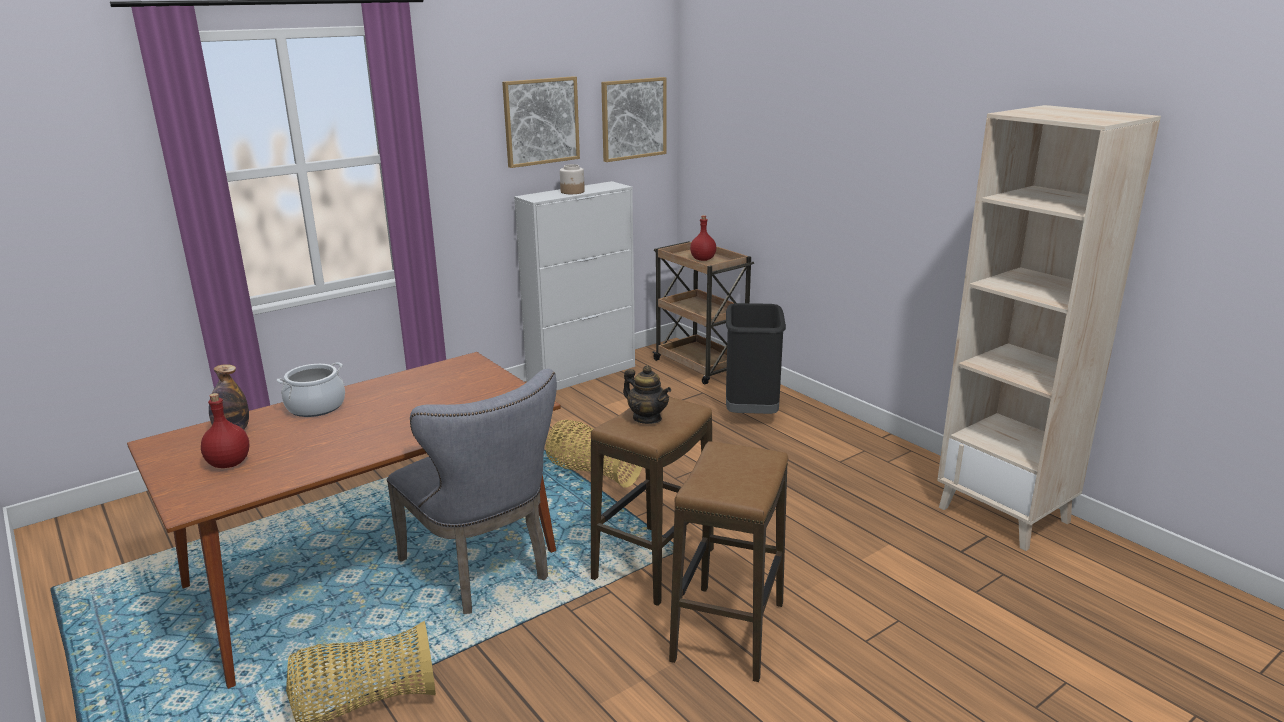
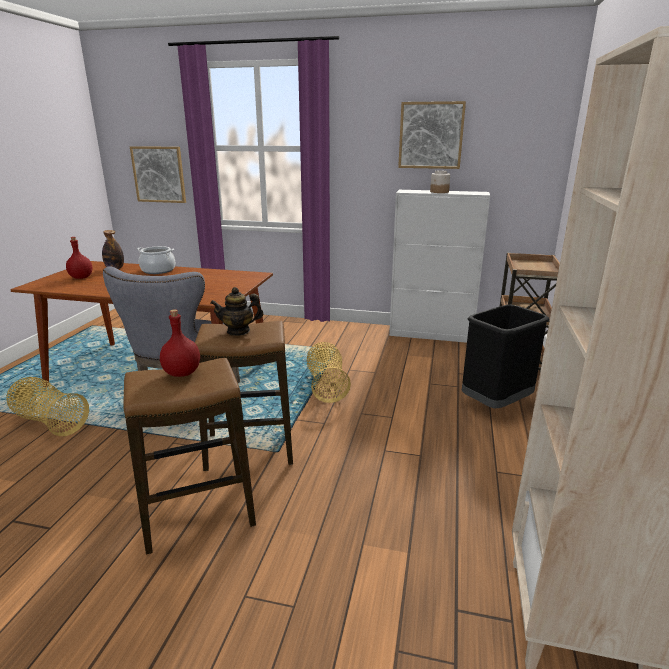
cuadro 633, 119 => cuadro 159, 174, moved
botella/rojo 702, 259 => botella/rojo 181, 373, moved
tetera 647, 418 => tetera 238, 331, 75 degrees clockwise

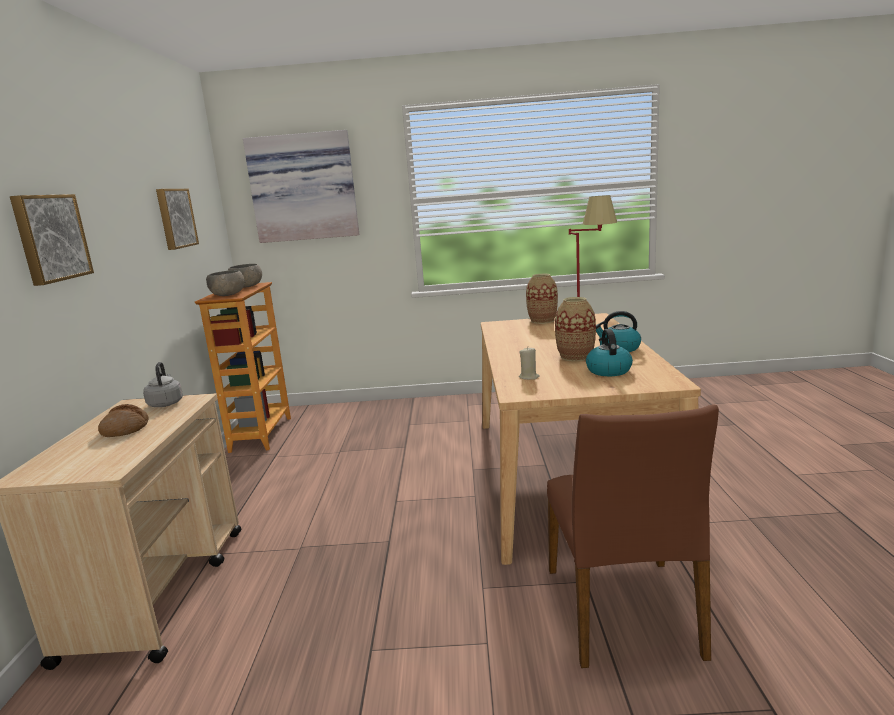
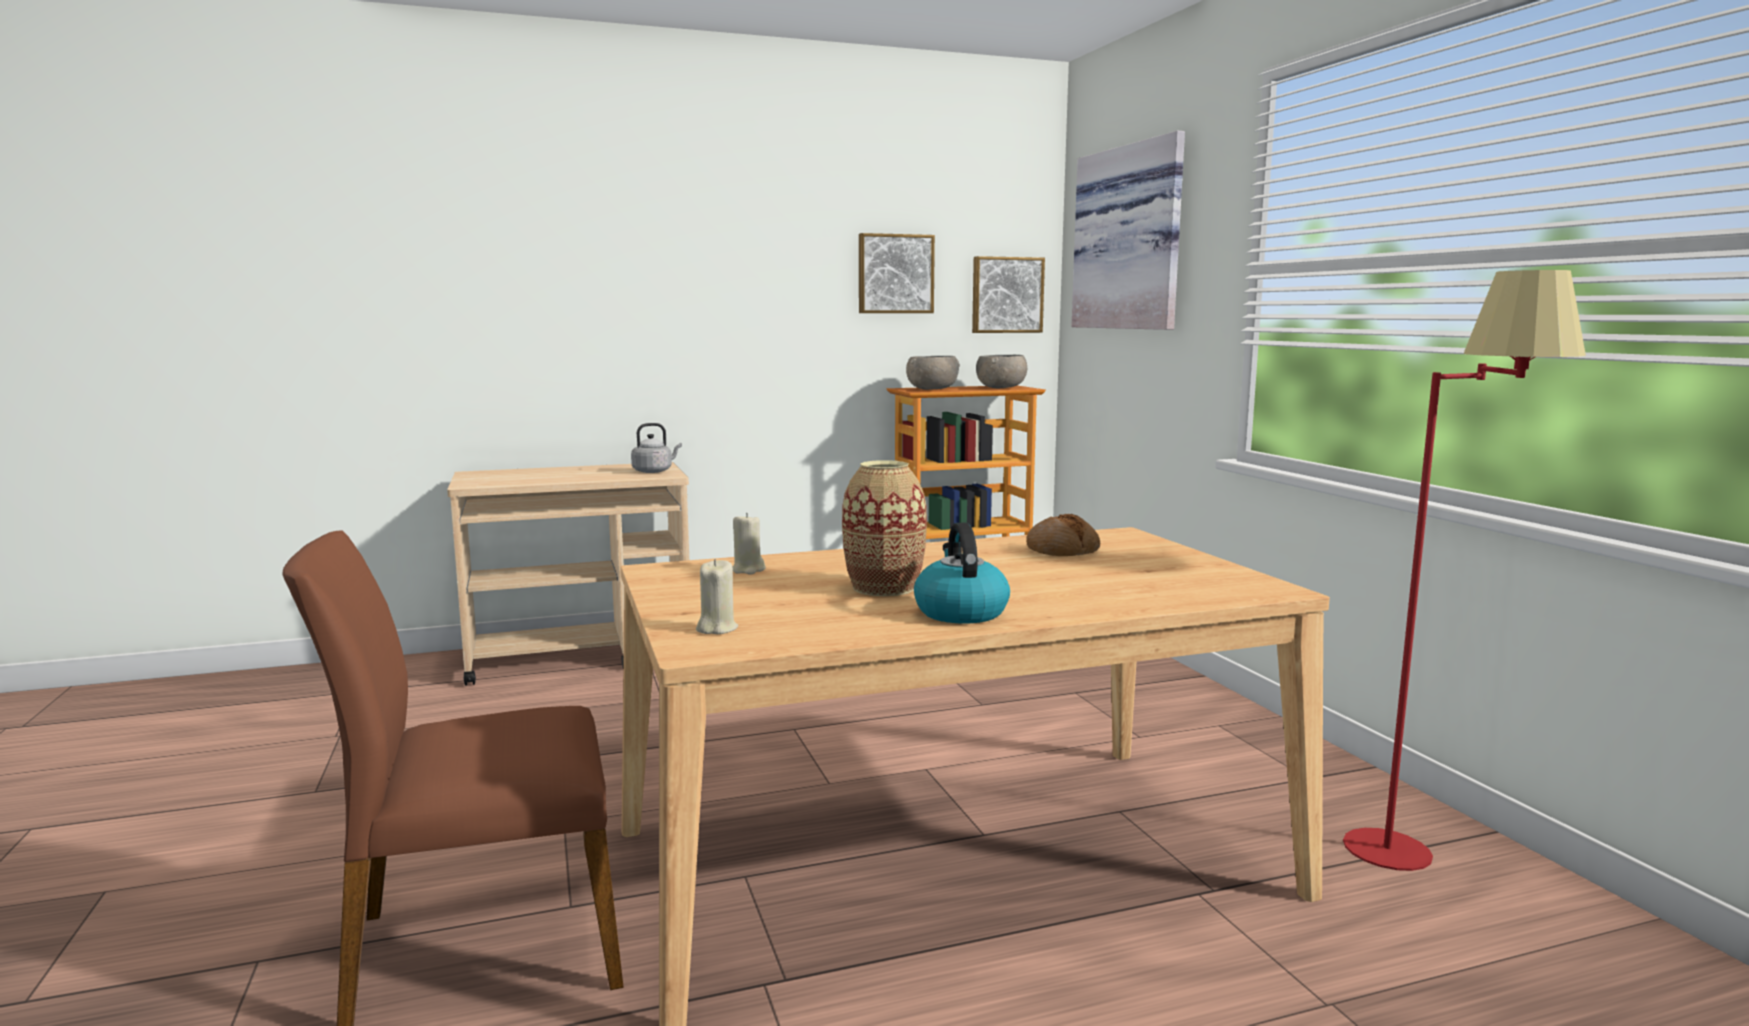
nothing => vela/beis 717, 628
cuadro 50, 238 => cuadro 1006, 295, moved
pan 125, 429 => pan 1062, 550, moved
florero 542, 321 => nothing
hervidor 608, 370 => nothing

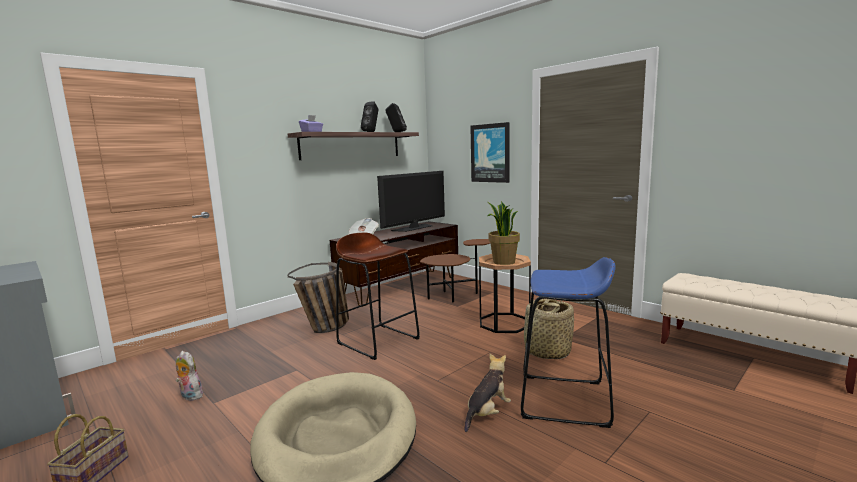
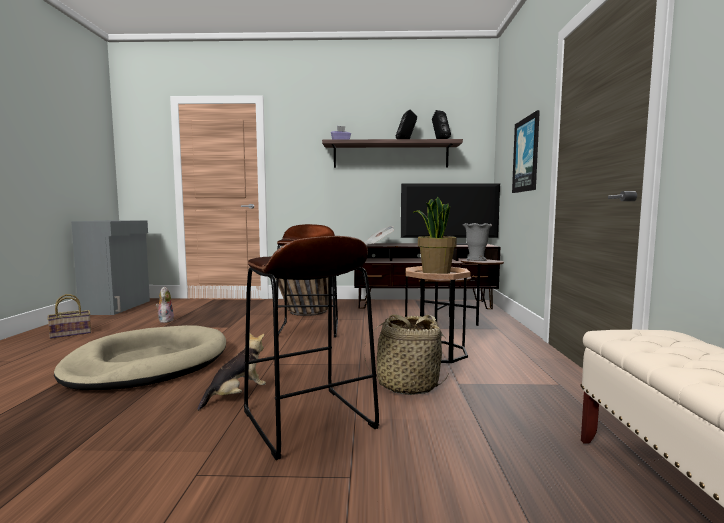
peluche 487, 413 => peluche 237, 395, 45 degrees counterclockwise
taburete/azul 564, 400 => taburete/marrón 308, 420
nothing => florero/gris 476, 260

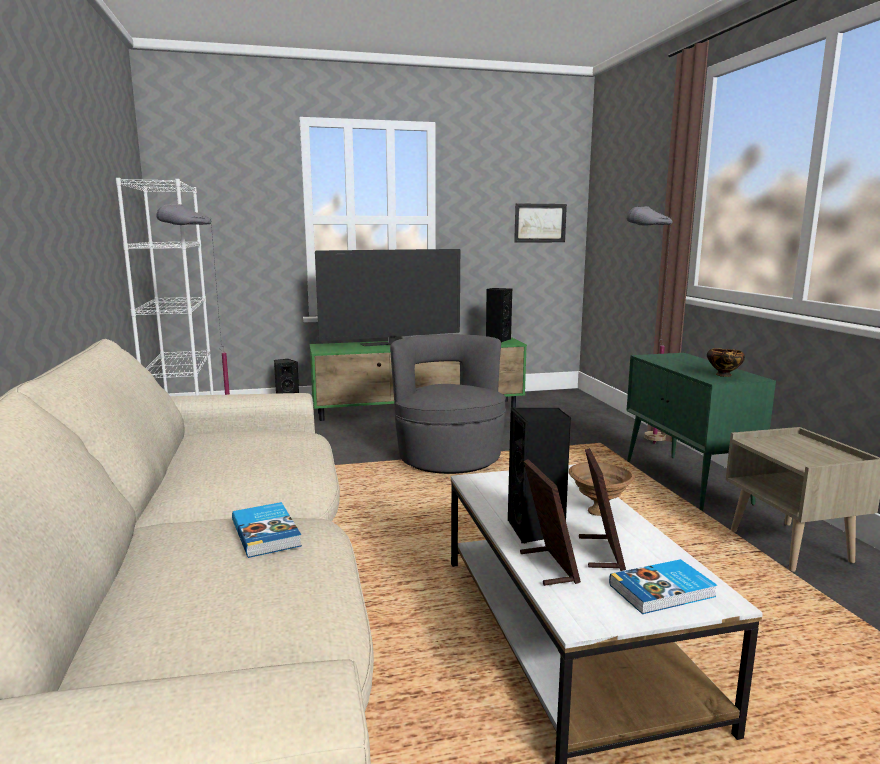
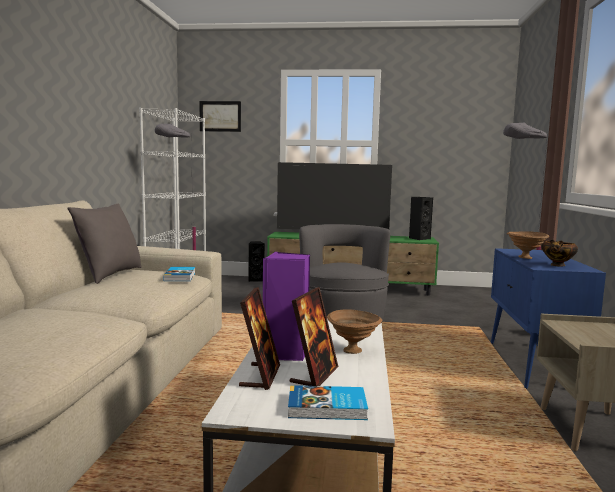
nothing => cojín/gris 109, 275
libro 267, 533 => libro 180, 276, moved
cuadro 540, 223 => cuadro 220, 116, moved
altavoz/negro 536, 530 => altavoz/morado 285, 354
armario/verde 686, 482 => armario/azul 533, 365
nothing => cuenco/marrón 526, 258

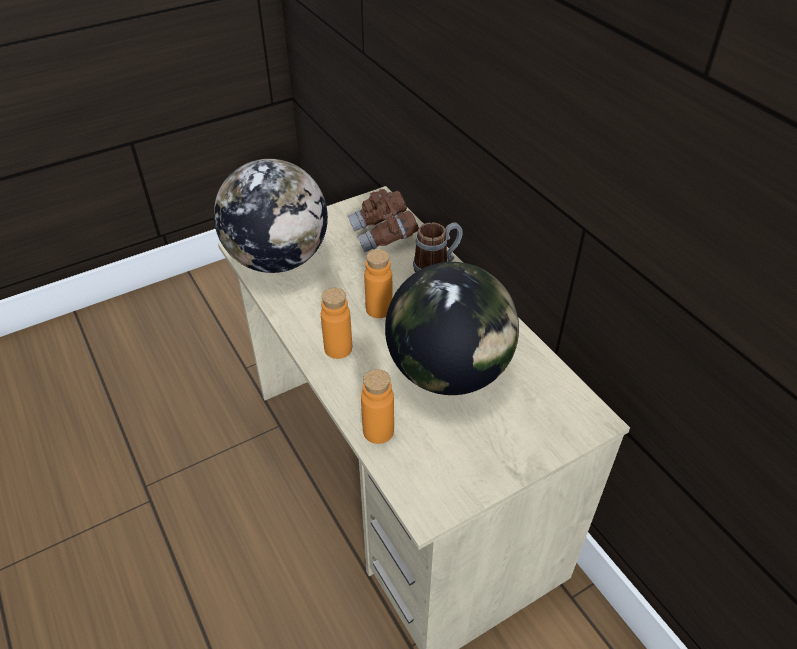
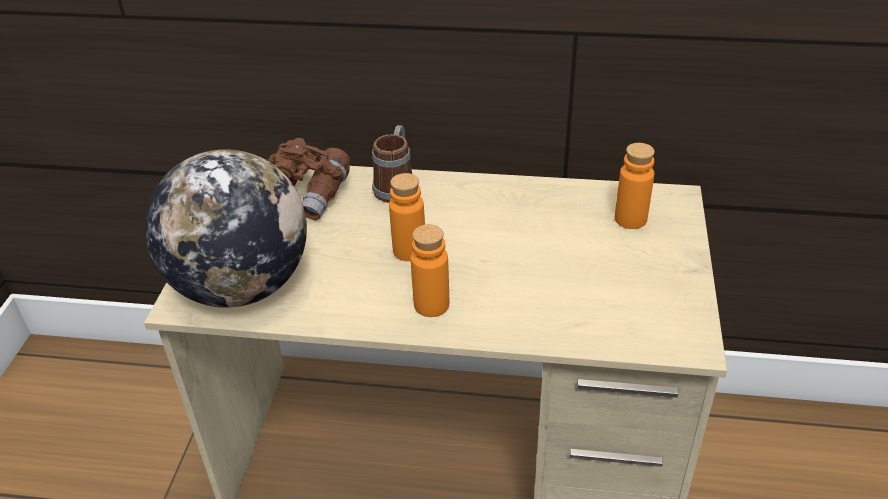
botella/naranja 378, 431 => botella/naranja 630, 219, moved
globo terráqueo 448, 372 => nothing

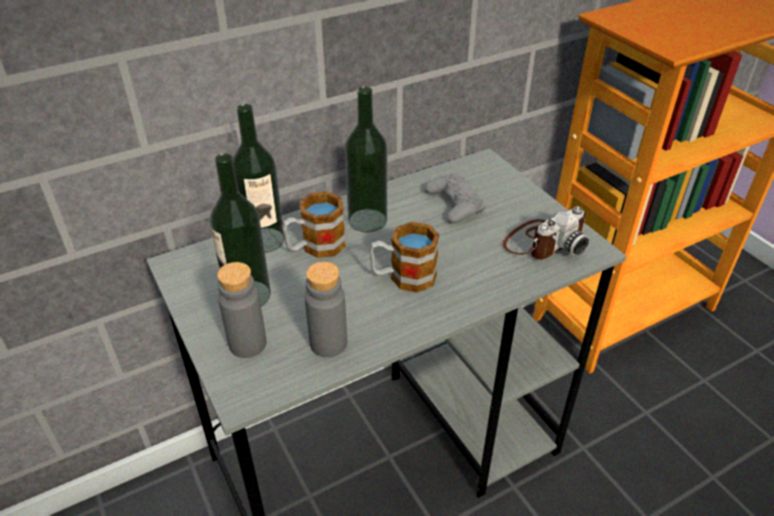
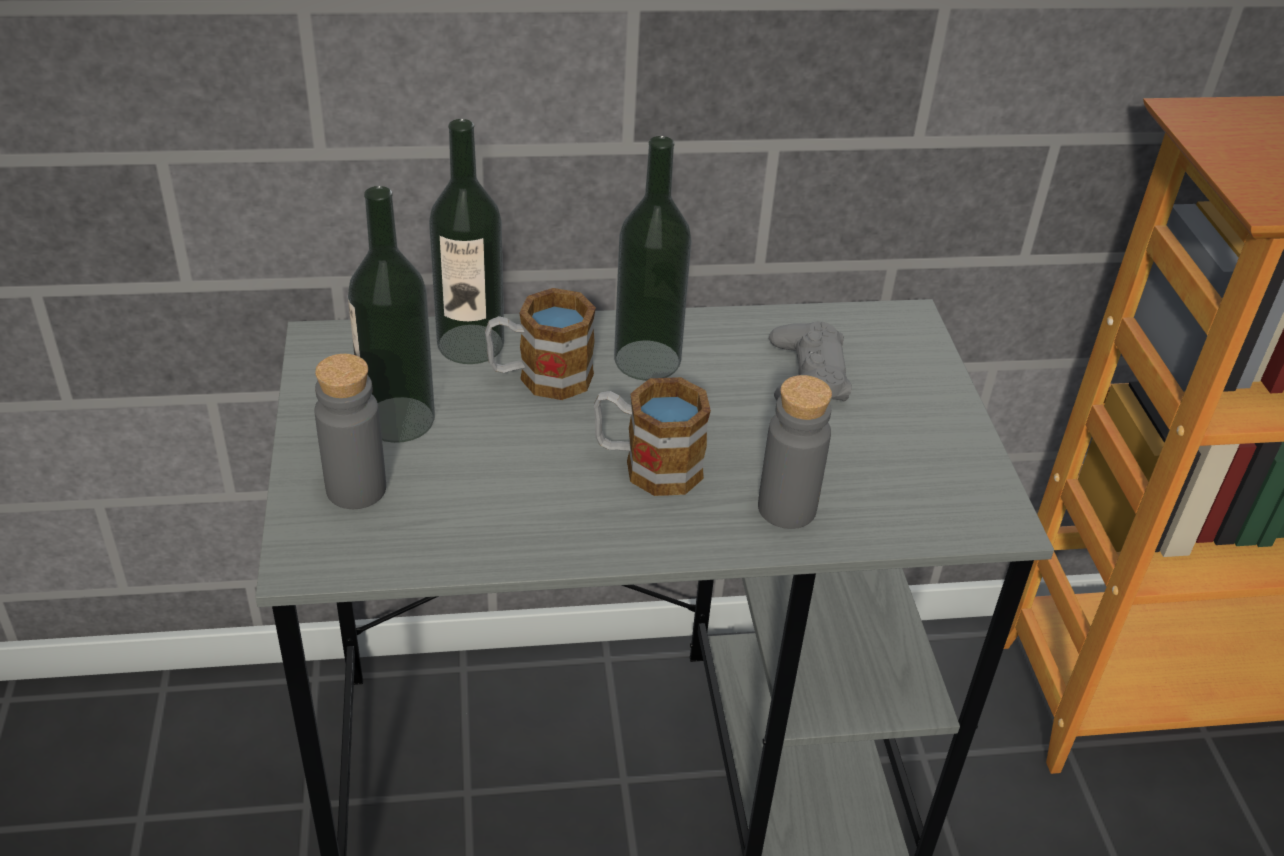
botella/gris 328, 343 => botella/gris 787, 508, moved
cámara 543, 242 => nothing

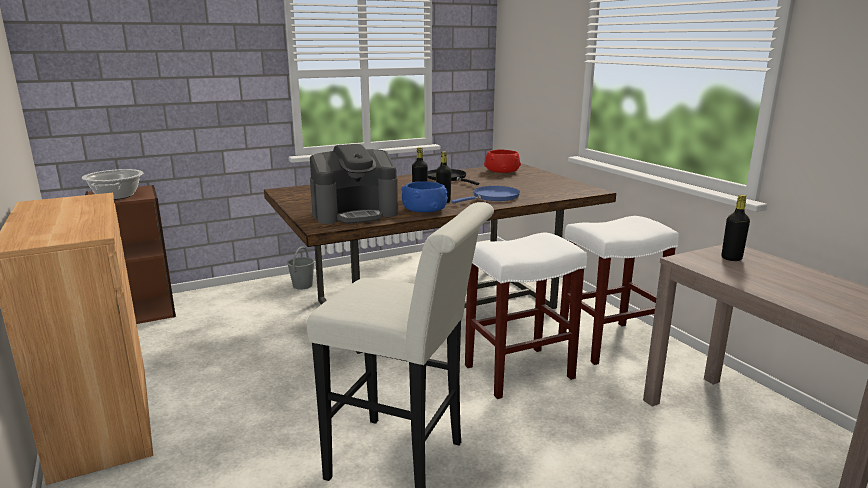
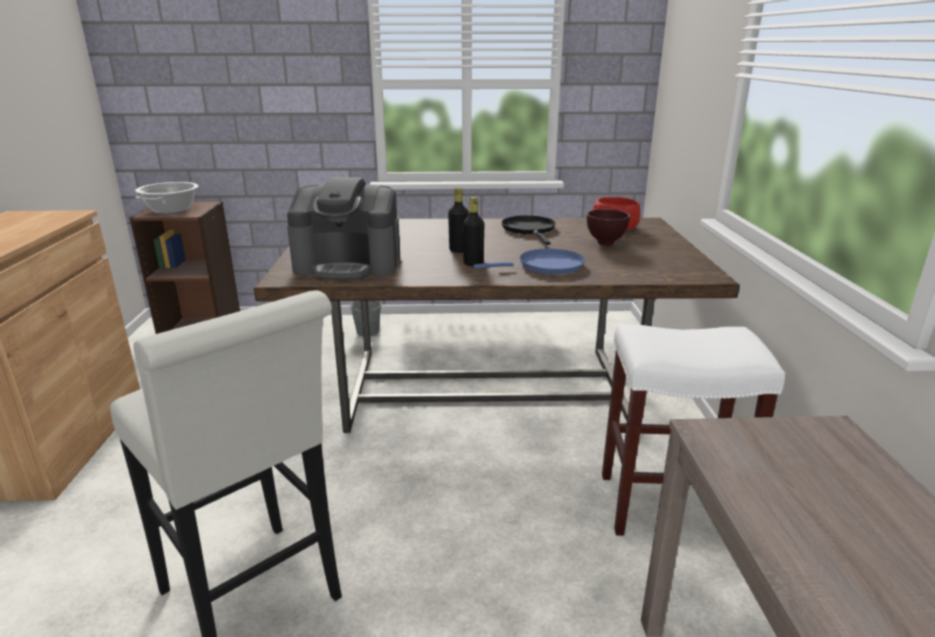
nothing => cuenco/marrón 606, 244
cuenco/azul 424, 210 => nothing
taburete/blanco 518, 372 => nothing
botella/negro 731, 258 => nothing

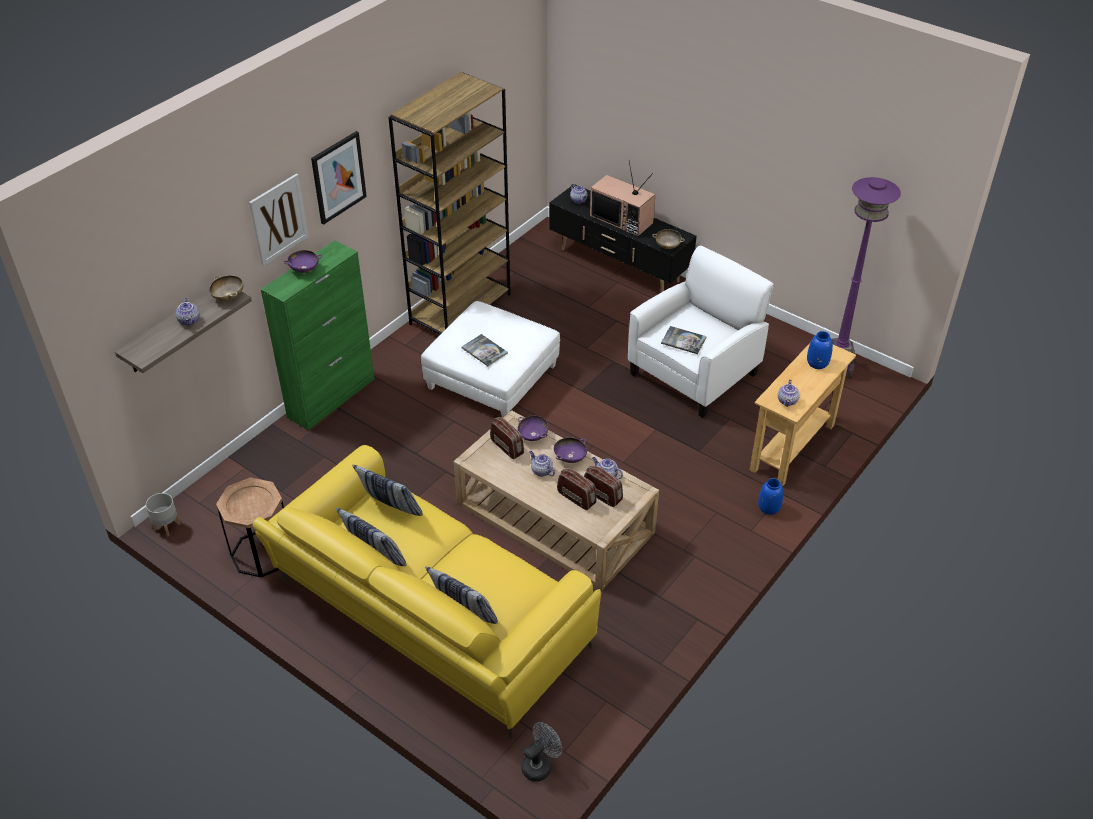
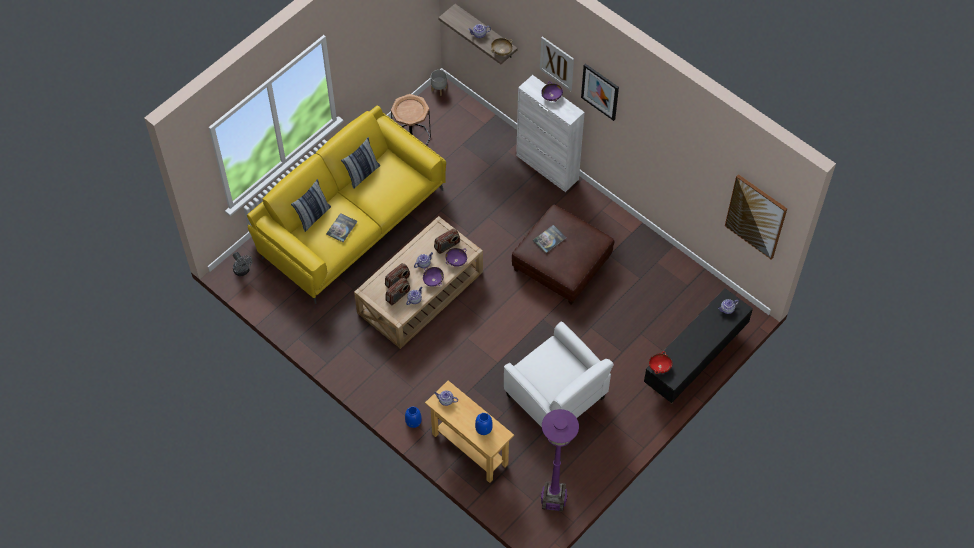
libro 683, 340 => libro 341, 228, moved
puf/blanco 493, 376 => puf/marrón 562, 264
armario/verde 332, 397 => armario/blanco 547, 168
cuenco/beis 667, 246 => cuenco/rojo 659, 367
nothing => cuadro 756, 216
cojín 391, 510 => nothing
estantería/marrón 460, 308 => nothing
televisor 623, 219 => nothing

